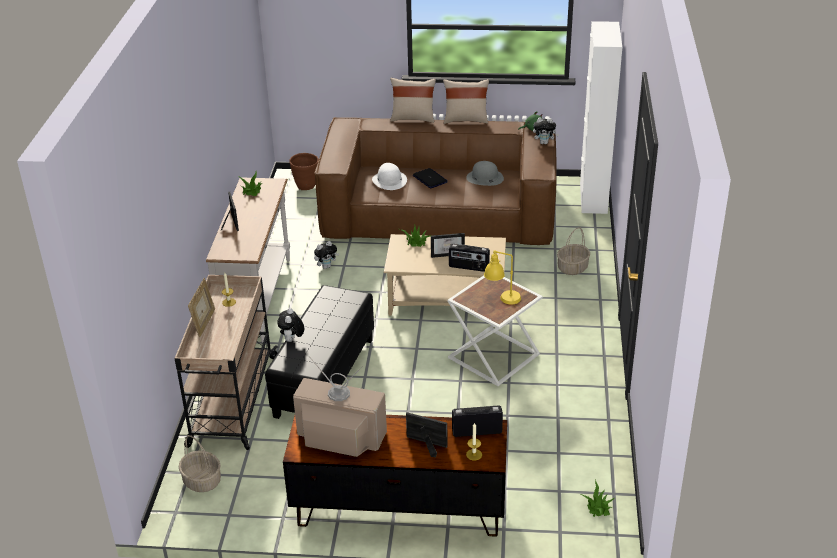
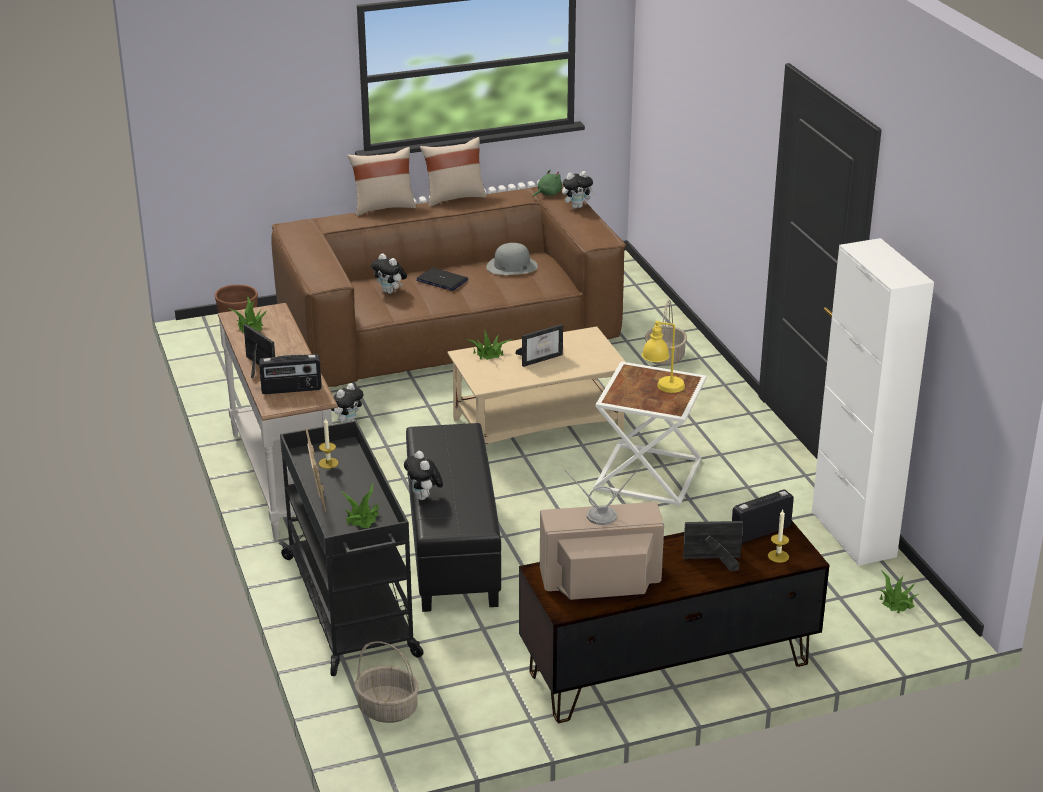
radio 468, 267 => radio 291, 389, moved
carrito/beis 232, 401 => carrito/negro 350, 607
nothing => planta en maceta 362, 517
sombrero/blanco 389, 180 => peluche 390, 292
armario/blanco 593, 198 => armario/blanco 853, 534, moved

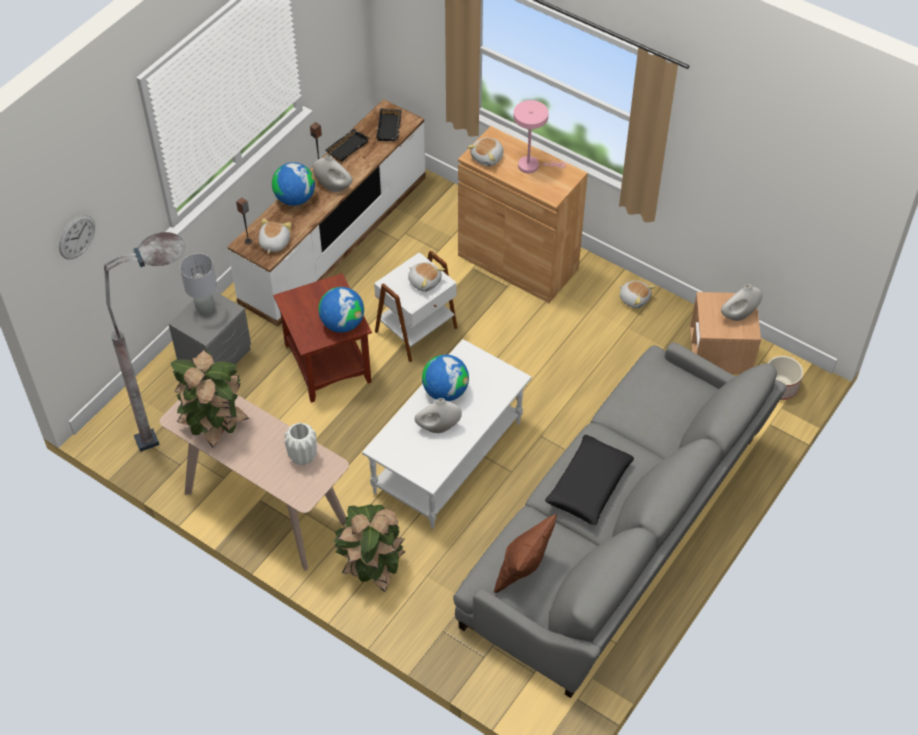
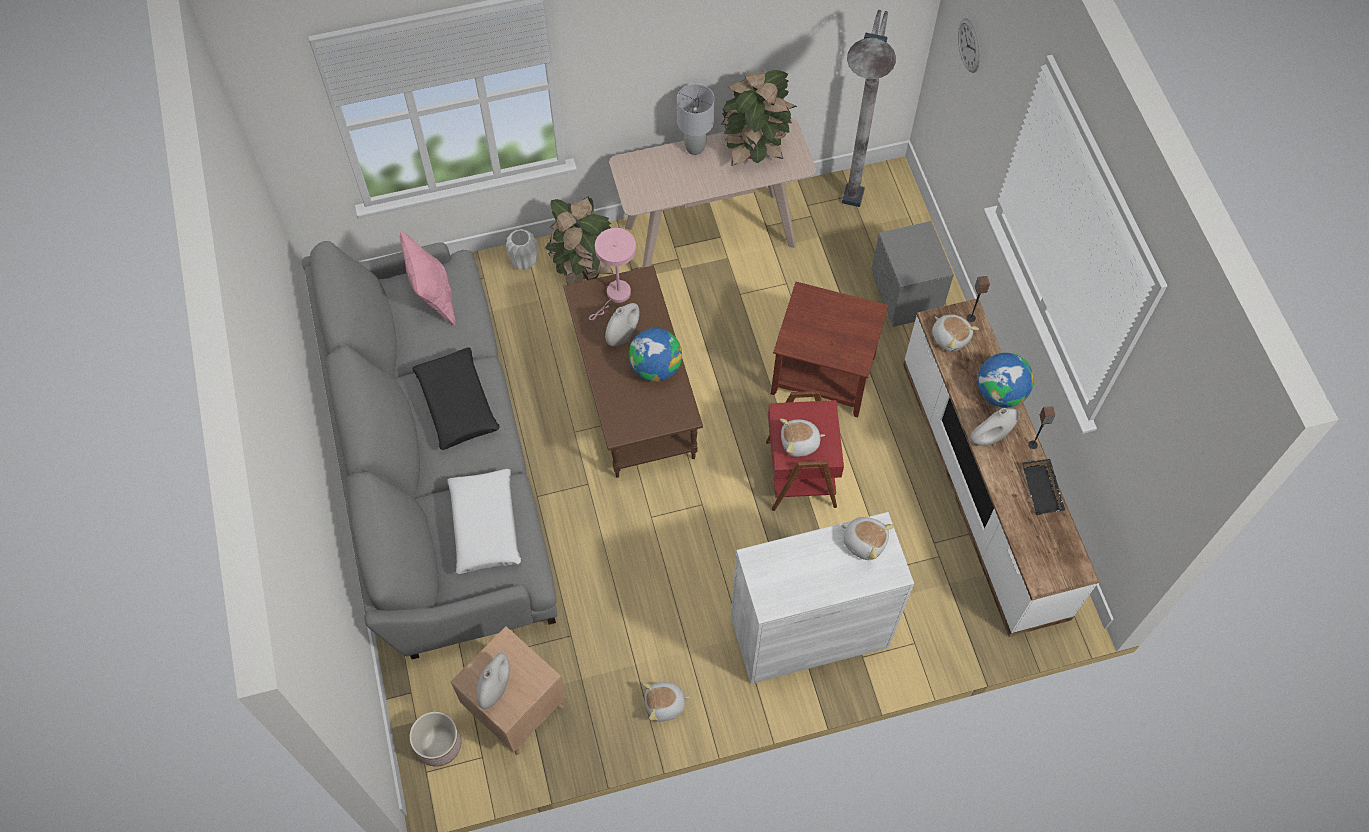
cojín/marrón 523, 571 => cojín/rosa 434, 298
nothing => cojín/blanco 485, 525
florero/blanco 302, 457 => florero/blanco 524, 262, moved
mesa de centro/blanco 448, 458 => mesa de centro/marrón 633, 394
lámpara de mesa/rosa 532, 165 => lámpara de mesa/rosa 616, 296, moved
lámpara de mesa/gris 205, 309 => lámpara de mesa/gris 695, 147, moved
armario/marrón 518, 262 => armario/blanco 809, 632
mesa auxiliar/blanco 417, 330 => mesa auxiliar/rojo 798, 474
peluche 488, 158 => peluche 864, 541, 135 degrees clockwise
globo terráqueo 342, 324 => nothing
bandeja/negro 390, 128 => nothing

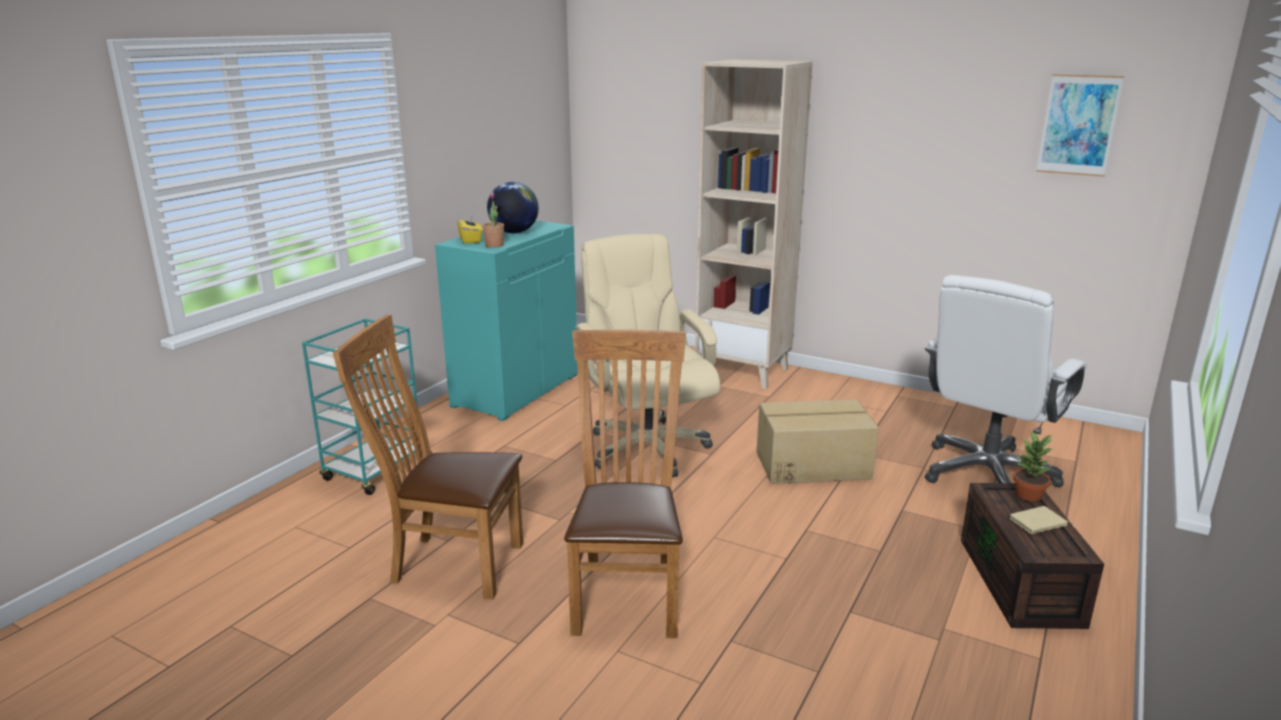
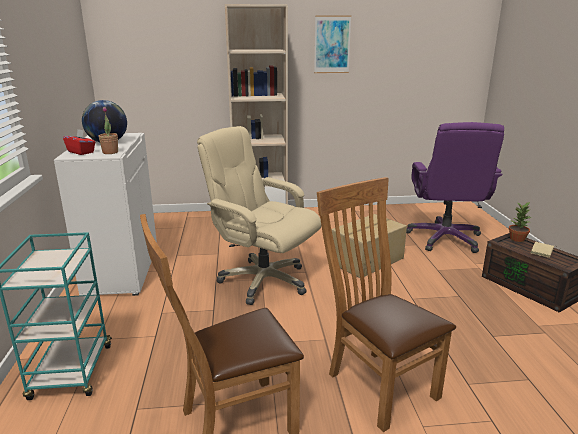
armario/turquesa 515, 390 => armario/blanco 121, 270
caja de pañuelos/amarillo 470, 240 => caja de pañuelos/rojo 81, 152
cuadro 1078, 125 => cuadro 332, 44, moved
silla de oficina/blanco 987, 474 => silla de oficina/morado 445, 239

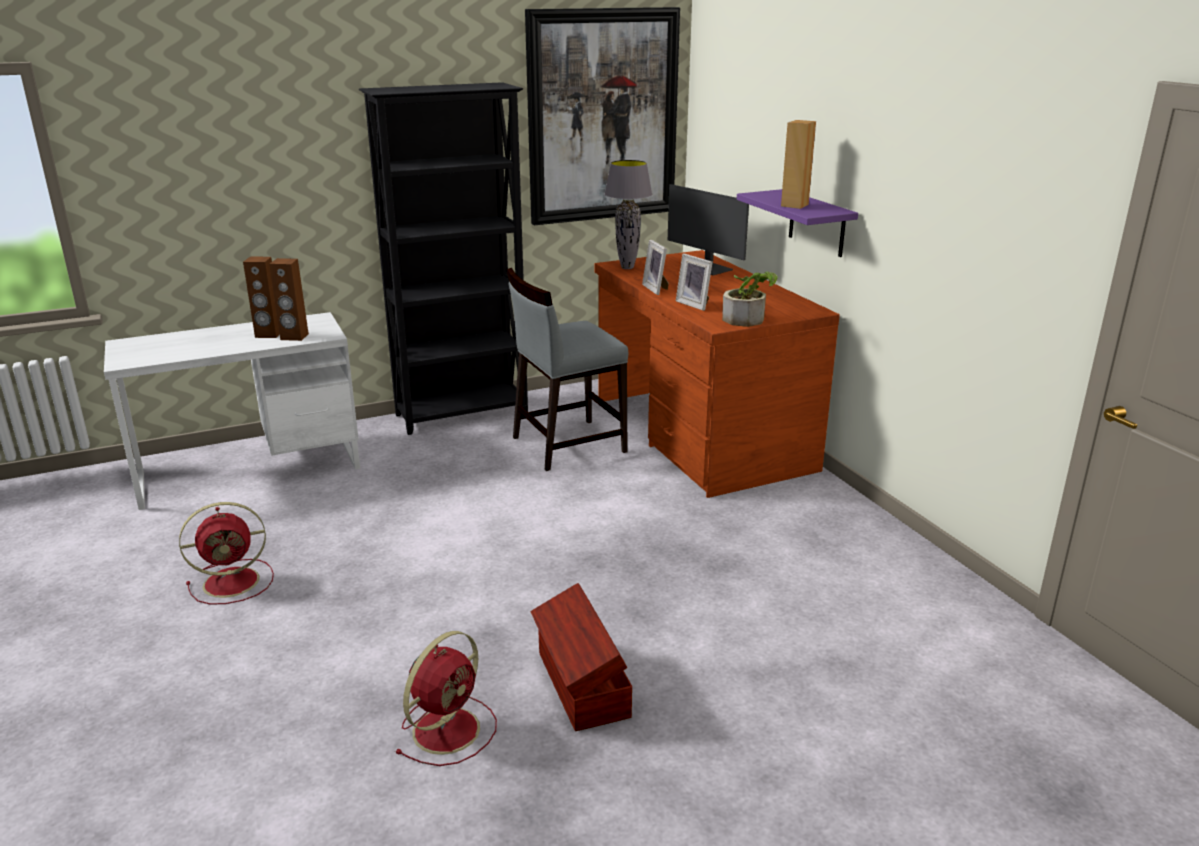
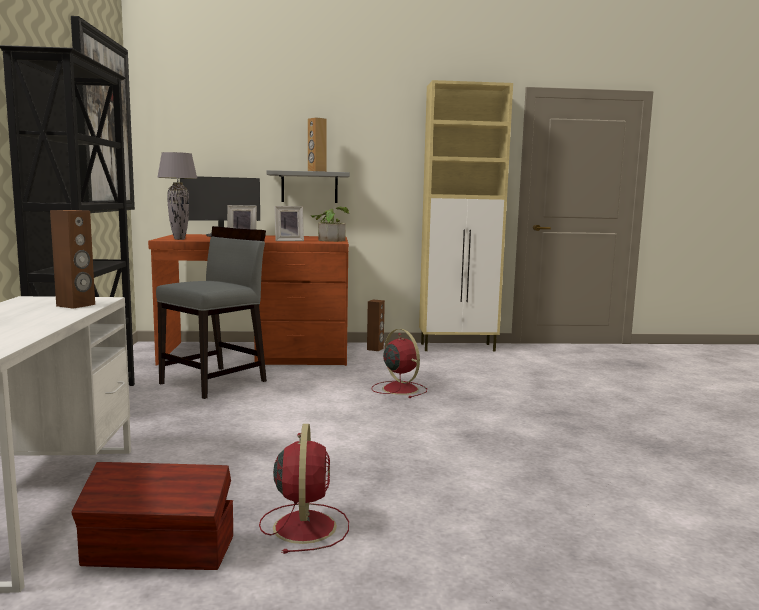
caja de almacenaje/marrón 581, 685 => caja de almacenaje/marrón 160, 552, moved
silla/gris 567, 444 => silla/gris 215, 382, 135 degrees counterclockwise
estante/morado 817, 223 => estante/gris 309, 187
altavoz/marrón 268, 334 => altavoz/marrón 375, 349, moved
ventilador/rojo 448, 728 => ventilador/rojo 399, 389, moved
nothing => armario/beis 458, 347

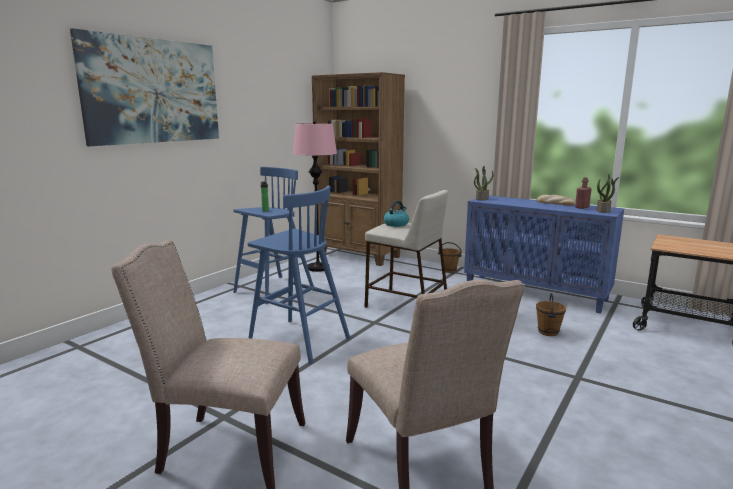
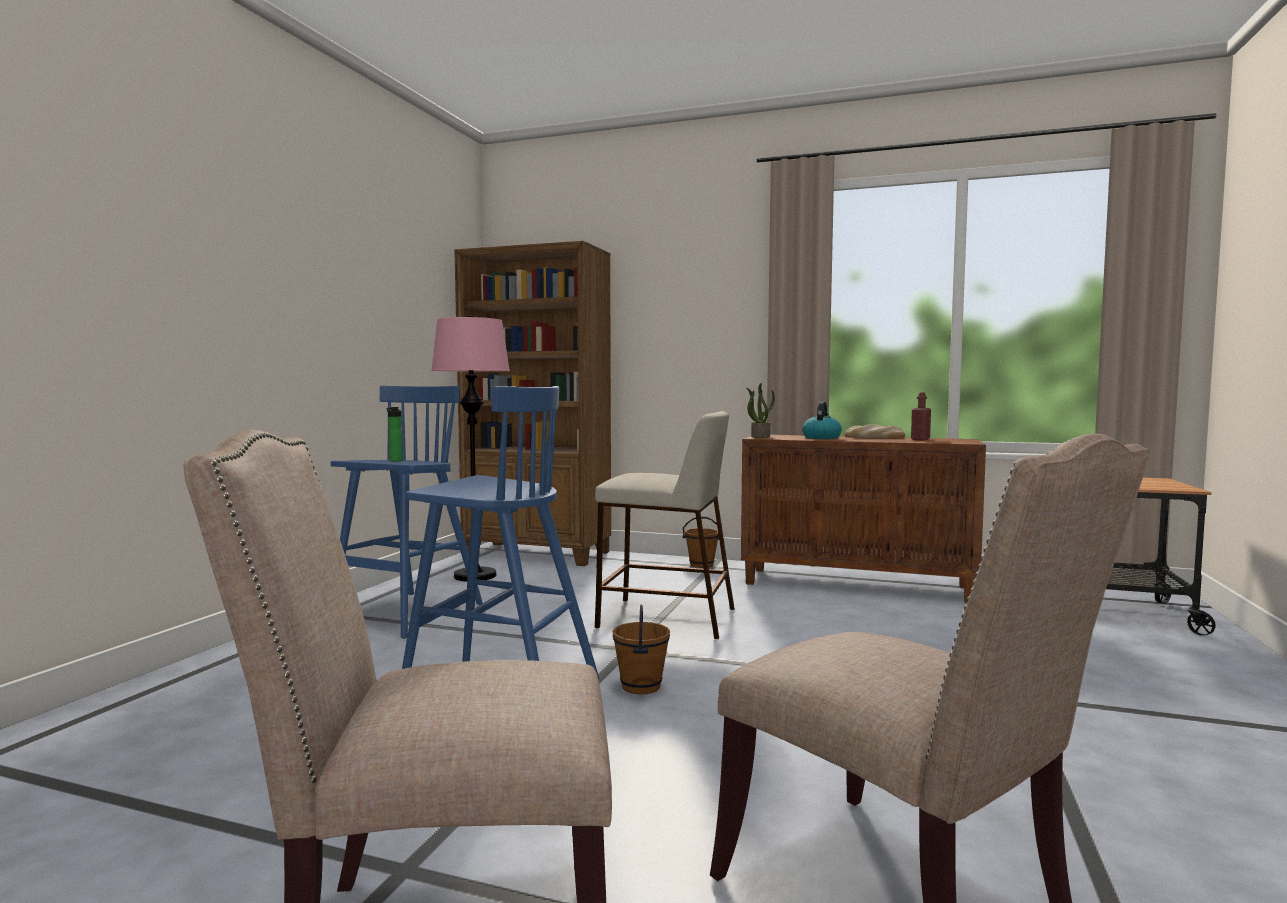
cubo/marrón 548, 332 => cubo/marrón 642, 687, moved
armario/azul 536, 293 => armario/marrón 857, 585
hervidor 396, 224 => hervidor 821, 438, moved
cuadro 153, 91 => nothing
planta en maceta 603, 211 => nothing

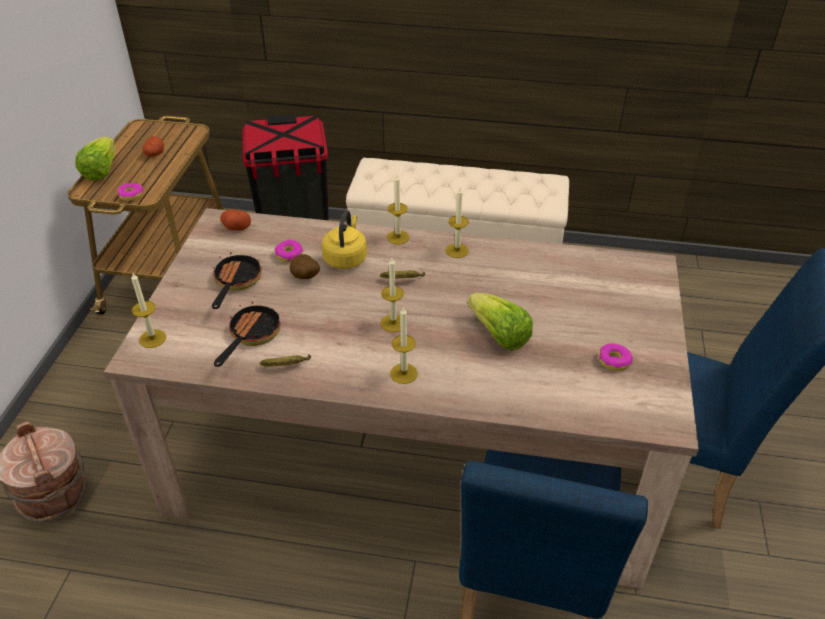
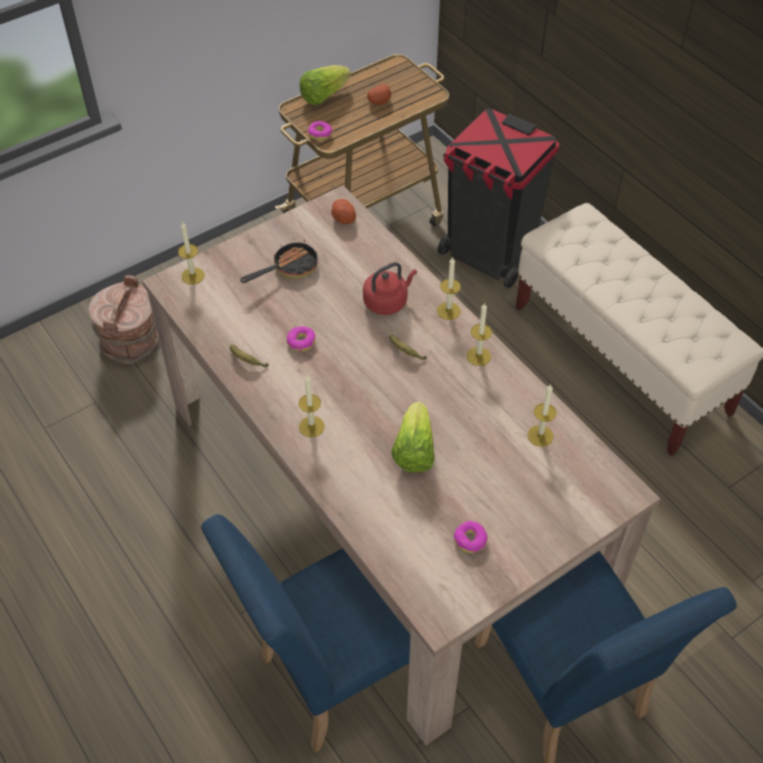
rosquilla 289, 255 => rosquilla 301, 342, moved
hervidor/amarillo 346, 258 => hervidor/rojo 387, 302
vela 393, 323 => vela 540, 435, moved
sartén 251, 336 => nothing
patata 305, 278 => nothing

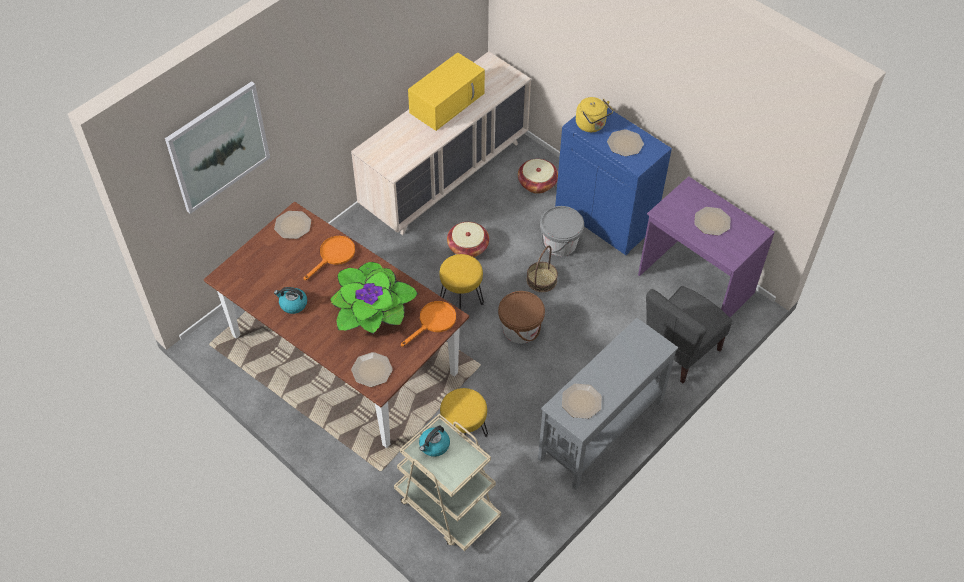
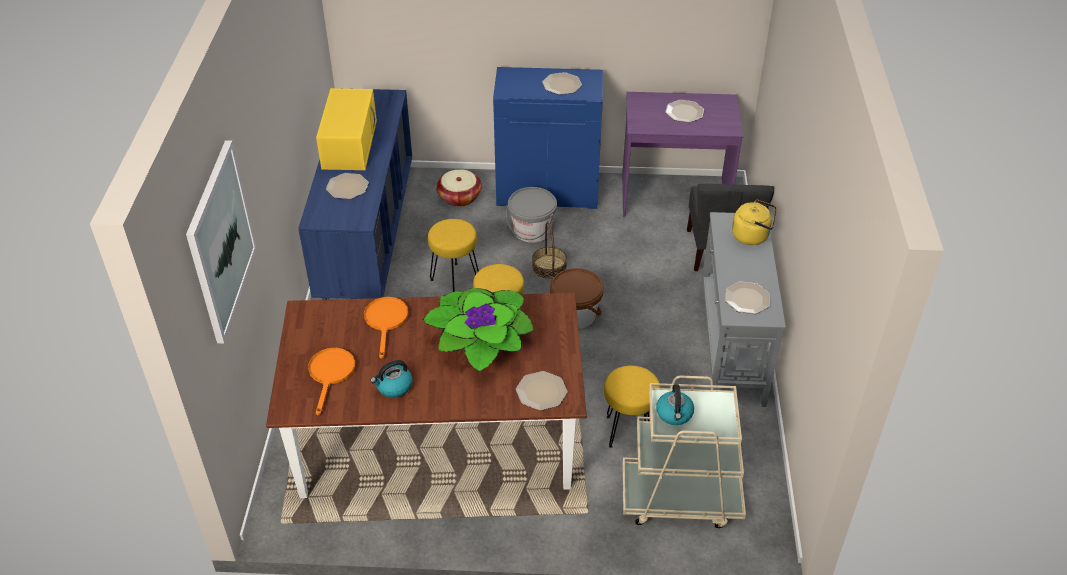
cómoda/beis 445, 175 => cómoda/azul 367, 236
sartén/naranja 433, 322 => sartén/naranja 331, 374, moved
plato 292, 225 => plato 347, 187, moved
cesta 468, 247 => taburete/amarillo 454, 279
hervidor/amarillo 592, 125 => hervidor/amarillo 752, 236, moved

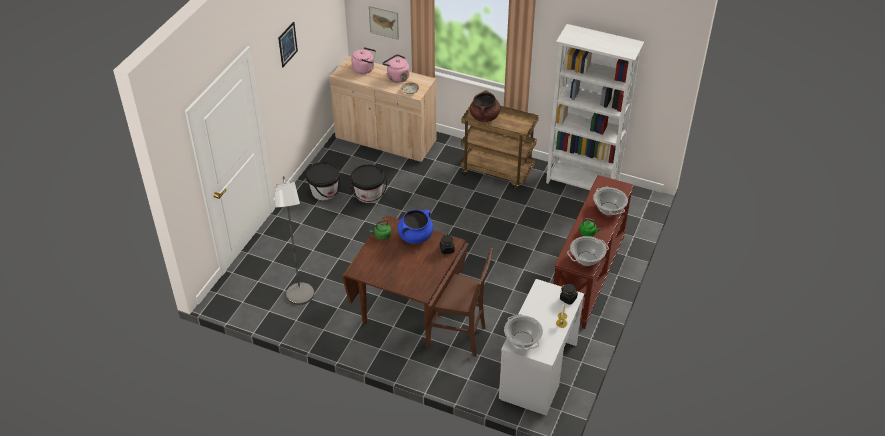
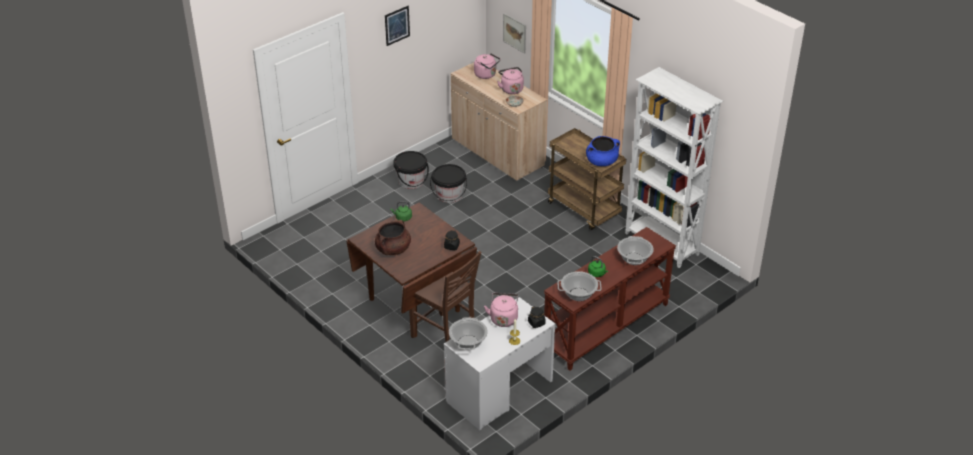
olla/marrón 484, 117 => olla/marrón 393, 249, moved
nothing => hervidor/rosa 503, 318
olla/azul 415, 236 => olla/azul 601, 161, moved
lámpara de pie/gris 300, 298 => nothing

